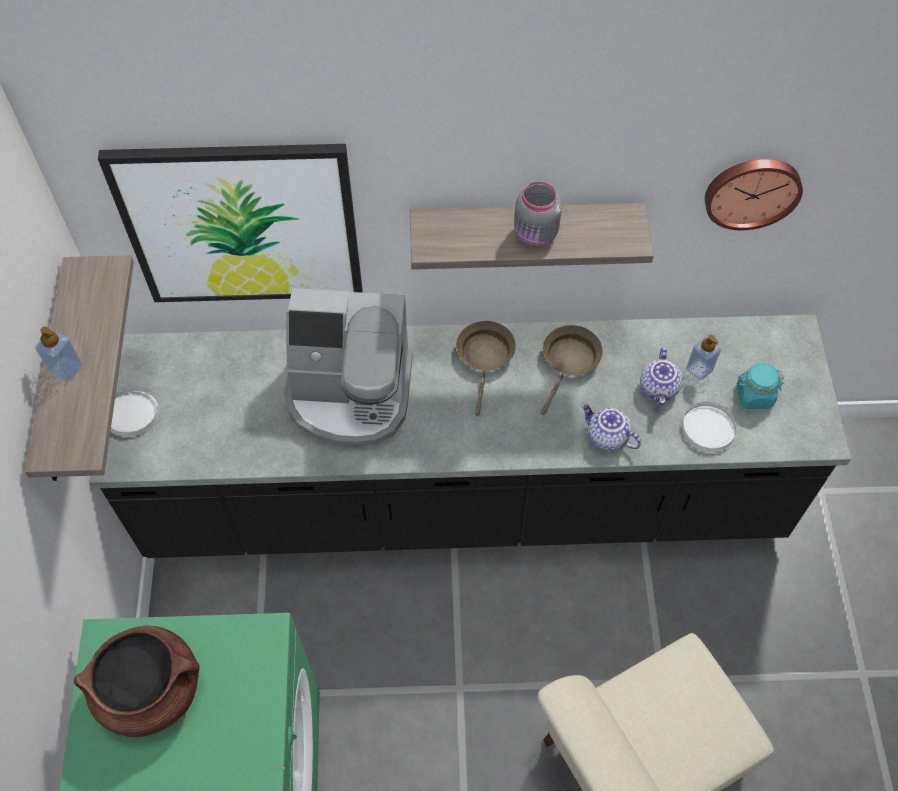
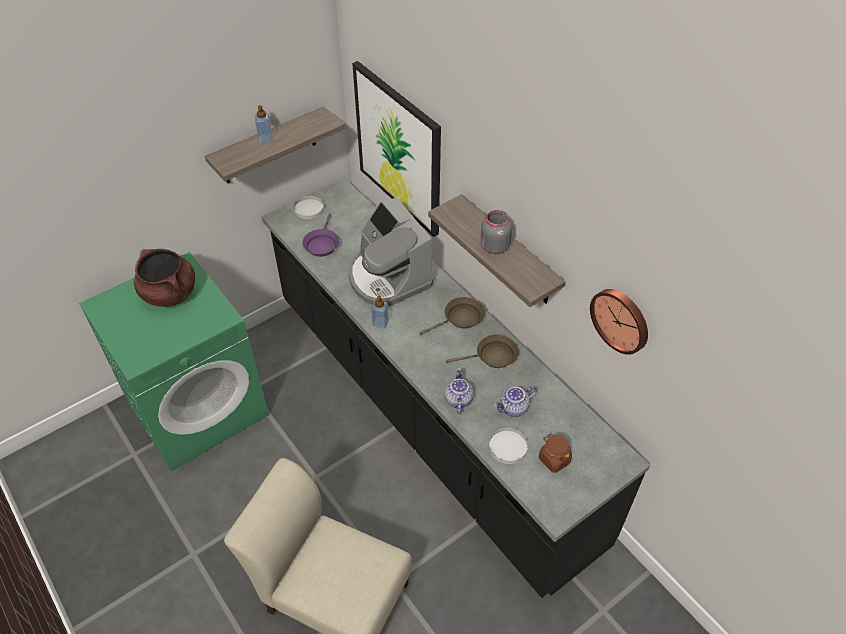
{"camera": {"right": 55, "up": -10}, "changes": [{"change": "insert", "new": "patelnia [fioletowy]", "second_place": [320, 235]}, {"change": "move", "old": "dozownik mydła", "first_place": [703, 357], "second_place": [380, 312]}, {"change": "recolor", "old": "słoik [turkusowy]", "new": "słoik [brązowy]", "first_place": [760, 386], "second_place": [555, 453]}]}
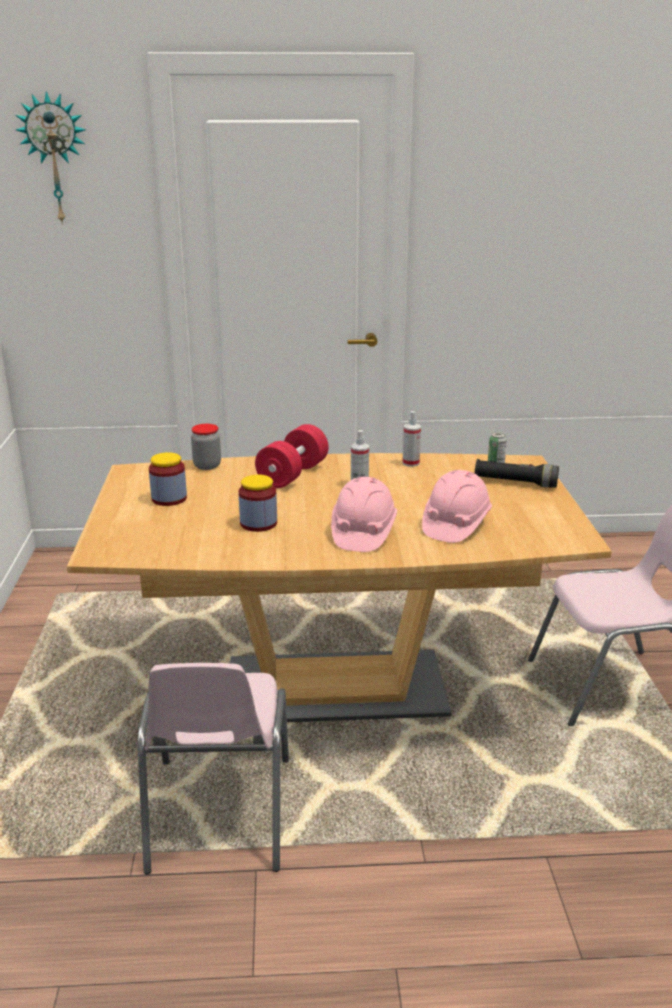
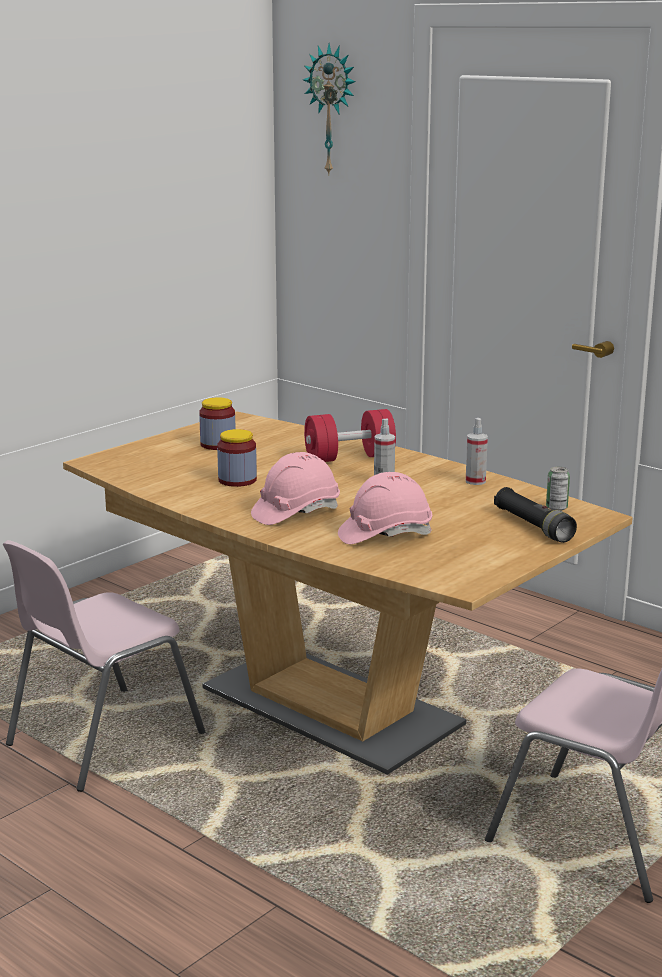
{"camera": {"right": 45, "up": -5}, "changes": [{"change": "delete", "old": "słoik", "first_place": [206, 447]}]}
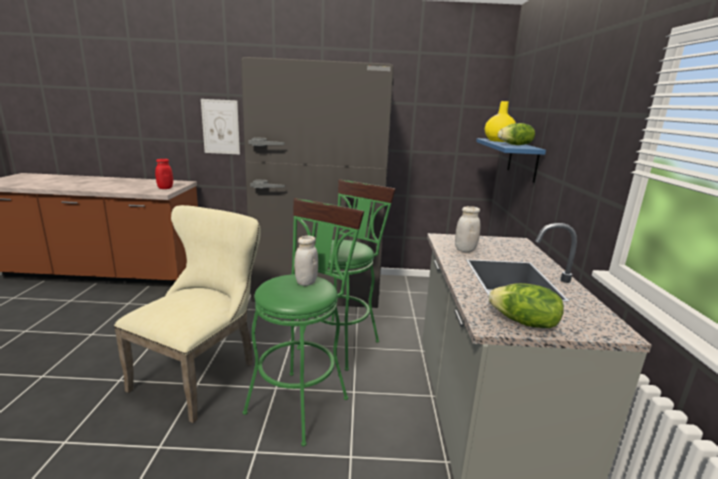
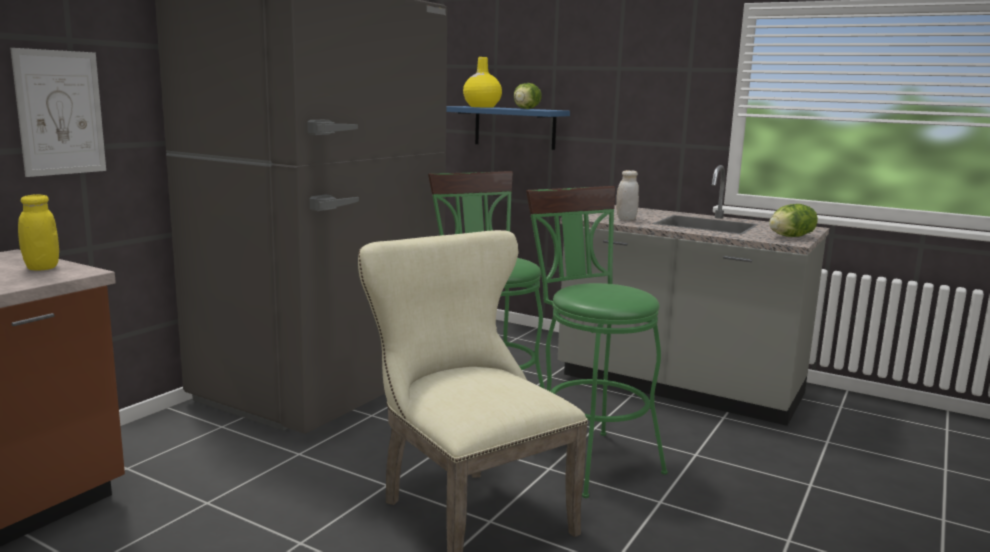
{"camera": {"right": -60, "up": -5}, "changes": [{"change": "delete", "old": "słoik [biały]", "first_place": [306, 261]}, {"change": "recolor", "old": "słoik [czerwony]", "new": "słoik [żółty]", "first_place": [164, 174], "second_place": [38, 233]}]}
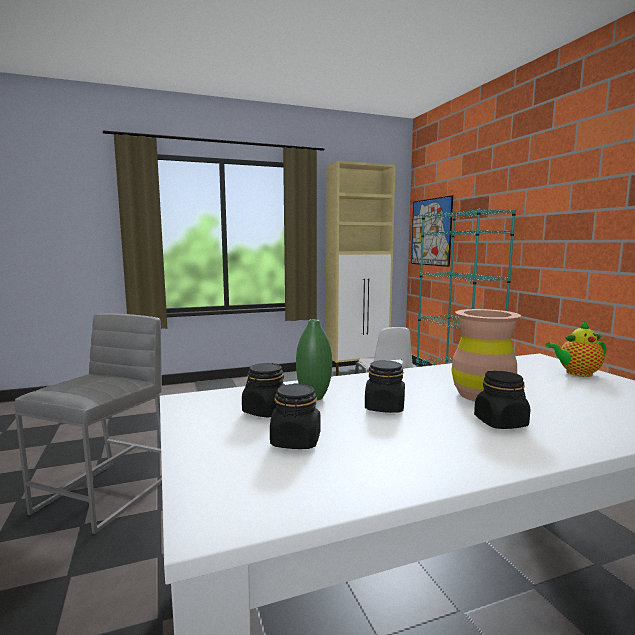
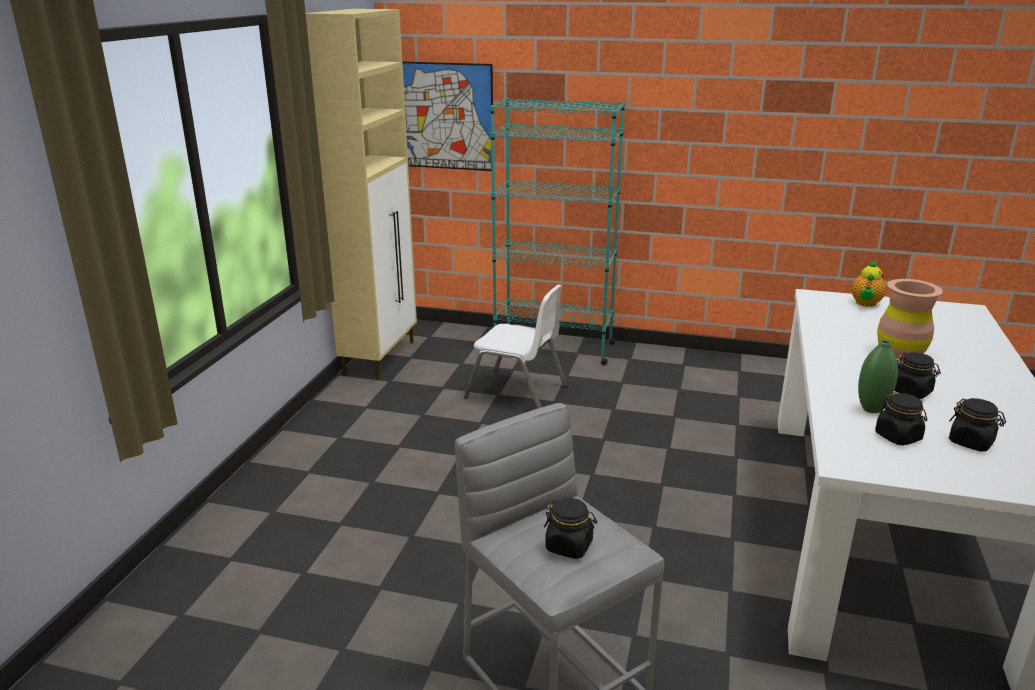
{"camera": {"right": -55, "up": 15}, "changes": [{"change": "move", "old": "słoik [czarny]", "first_place": [502, 400], "second_place": [570, 528]}]}
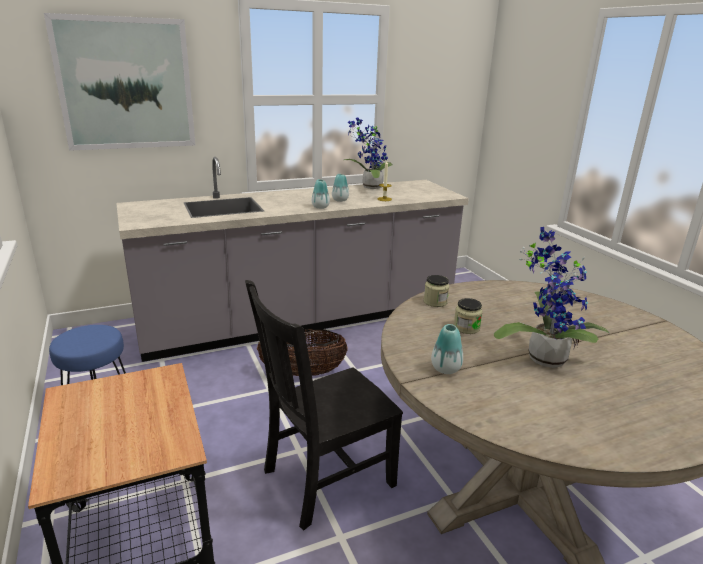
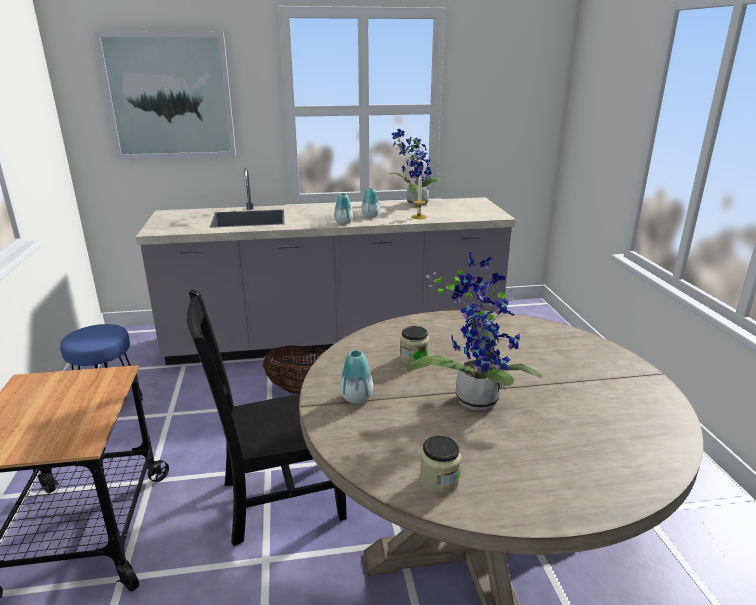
{"camera": {"right": 15, "up": 0}, "changes": [{"change": "move", "old": "słoik", "first_place": [436, 291], "second_place": [440, 465]}]}
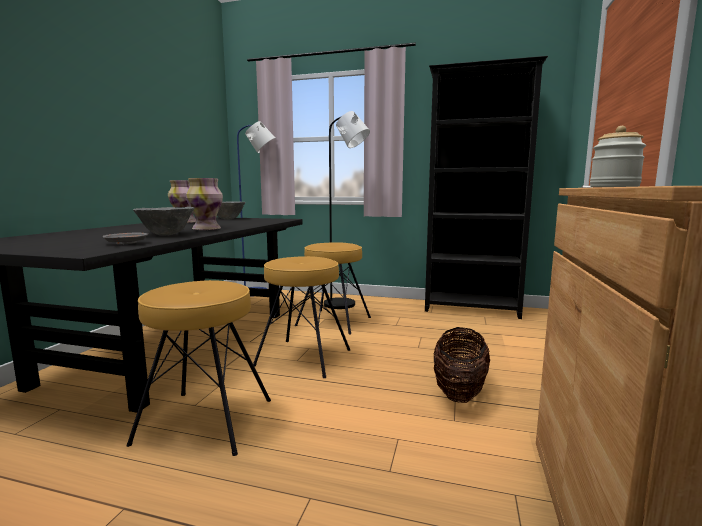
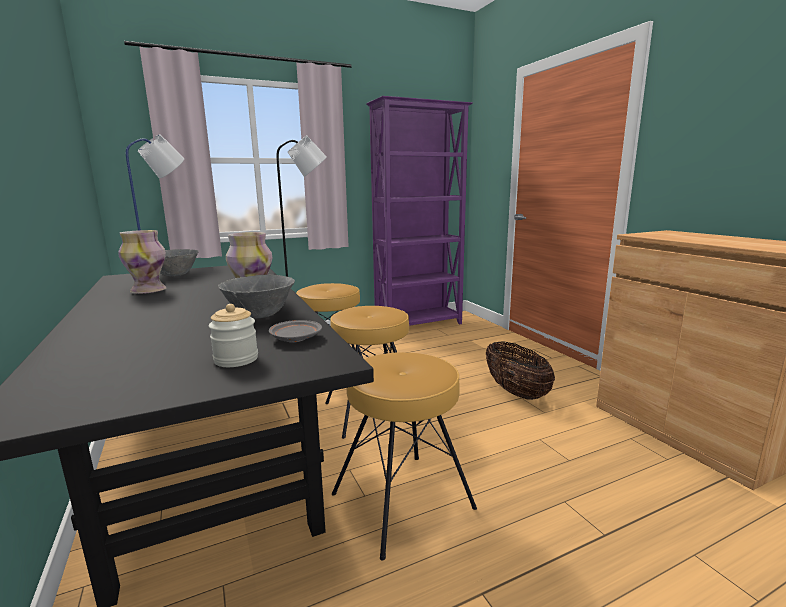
{"camera": {"right": -40, "up": 5}, "changes": [{"change": "move", "old": "słoik", "first_place": [618, 156], "second_place": [233, 335]}, {"change": "recolor", "old": "regał [czarny]", "new": "regał [fioletowy]", "first_place": [486, 187], "second_place": [419, 211]}]}
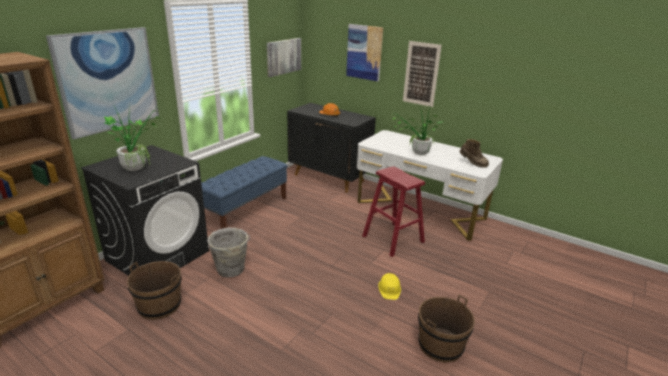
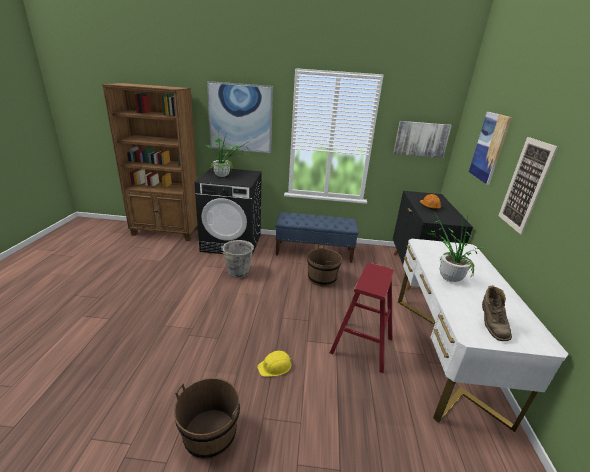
{"camera": {"right": 60, "up": 0}, "changes": [{"change": "move", "old": "wiadro [brązowy]", "first_place": [154, 290], "second_place": [324, 265]}]}
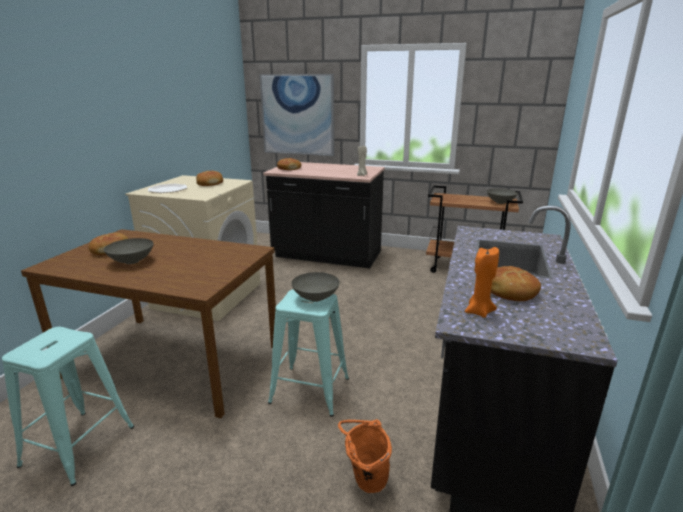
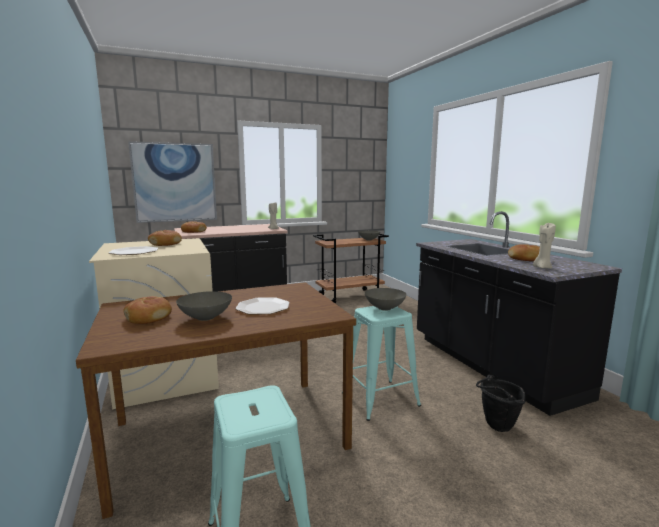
{"camera": {"right": -40, "up": -10}, "changes": [{"change": "insert", "new": "talerz", "second_place": [262, 305]}, {"change": "recolor", "old": "wiadro [pomarańczowy]", "new": "wiadro [czarny]", "first_place": [365, 456], "second_place": [500, 403]}, {"change": "recolor", "old": "świeca [pomarańczowy]", "new": "świeca [beżowy]", "first_place": [482, 282], "second_place": [544, 246]}]}
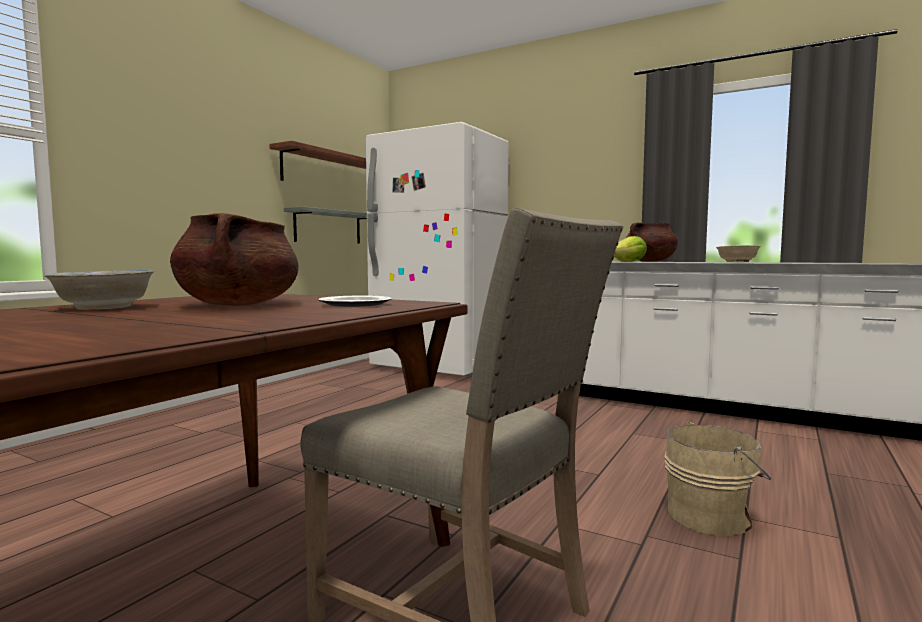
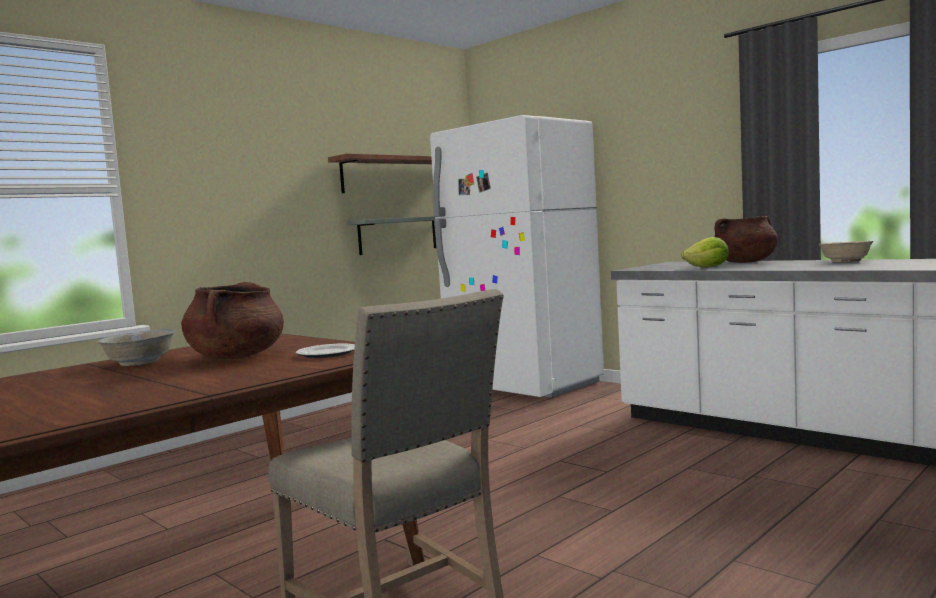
{"camera": {"right": 15, "up": 0}, "changes": [{"change": "delete", "old": "wiadro [beżowy]", "first_place": [717, 477]}]}
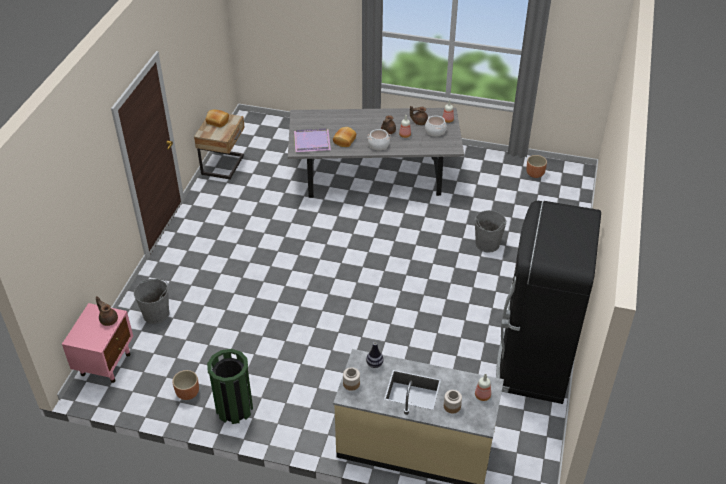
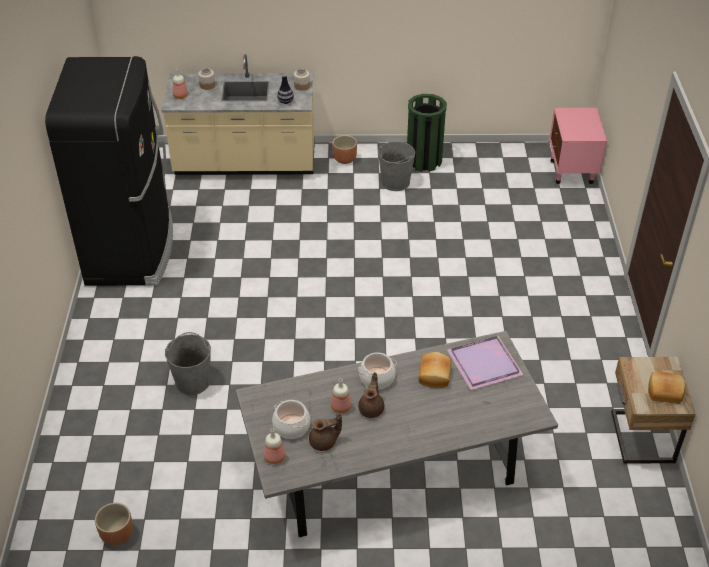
{"camera": {"right": 165, "up": 0}, "changes": [{"change": "delete", "old": "imbryk [brązowy]", "first_place": [107, 311]}, {"change": "move", "old": "wiadro [szary]", "first_place": [151, 301], "second_place": [396, 166]}, {"change": "move", "old": "donica [brązowy]", "first_place": [186, 385], "second_place": [345, 149]}]}
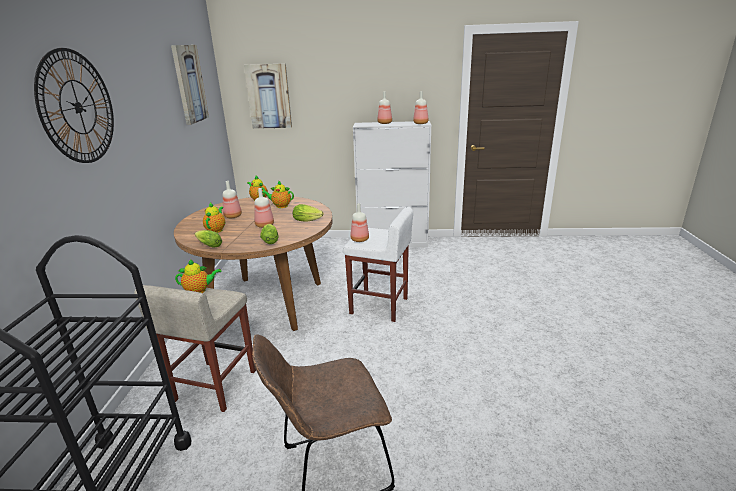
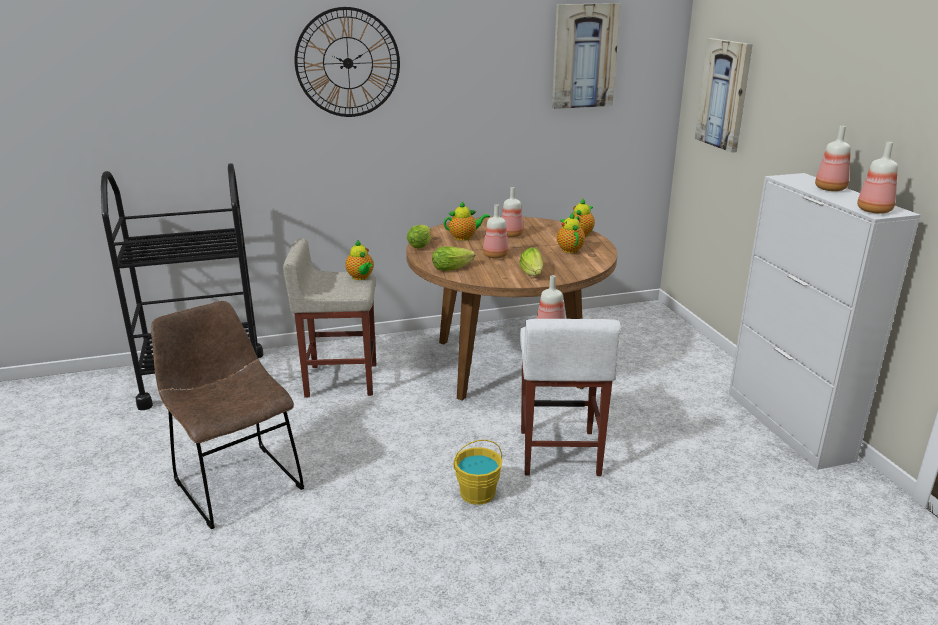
{"camera": {"right": 70, "up": 0}, "changes": [{"change": "insert", "new": "wiadro [żółty]", "second_place": [478, 472]}]}
